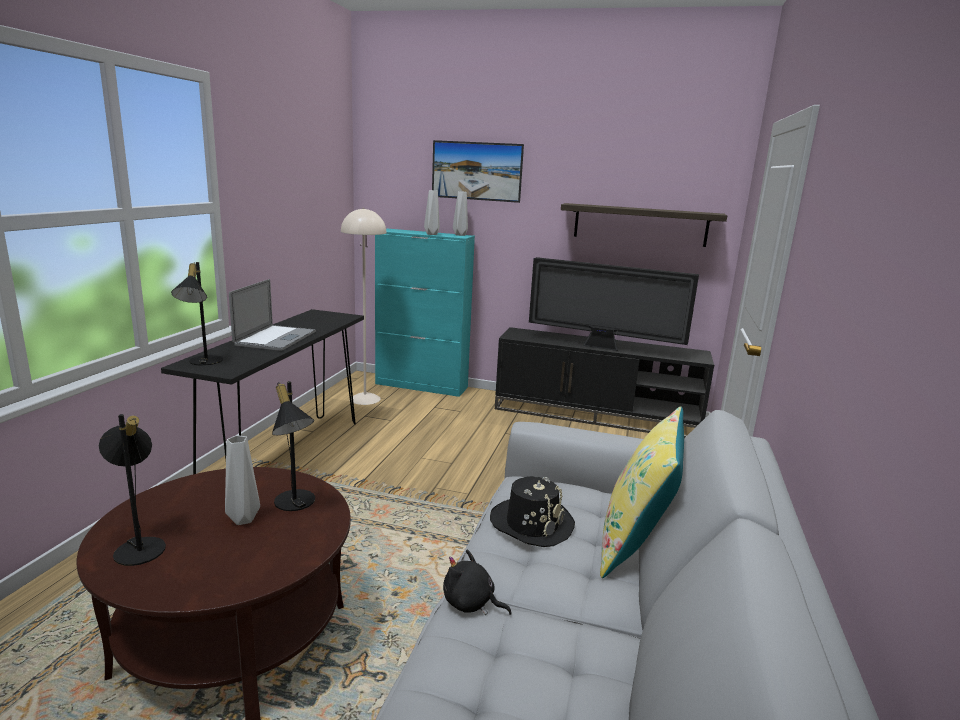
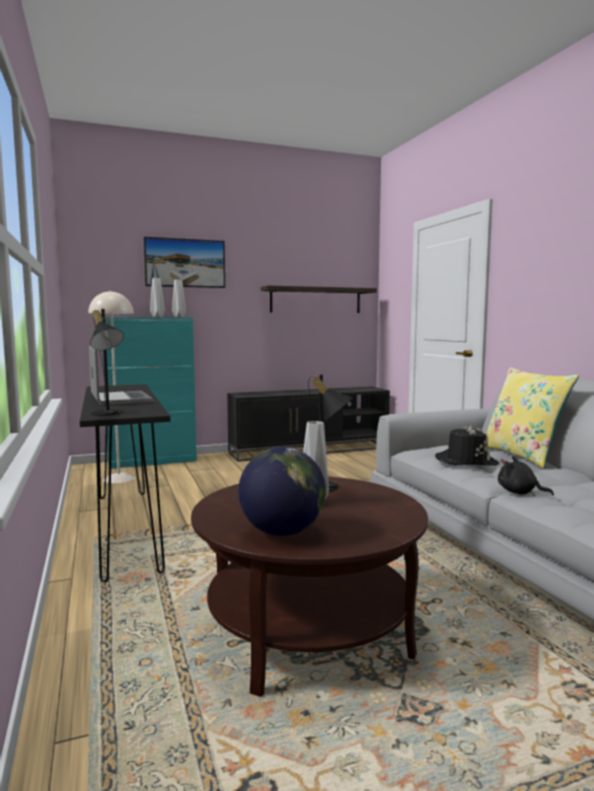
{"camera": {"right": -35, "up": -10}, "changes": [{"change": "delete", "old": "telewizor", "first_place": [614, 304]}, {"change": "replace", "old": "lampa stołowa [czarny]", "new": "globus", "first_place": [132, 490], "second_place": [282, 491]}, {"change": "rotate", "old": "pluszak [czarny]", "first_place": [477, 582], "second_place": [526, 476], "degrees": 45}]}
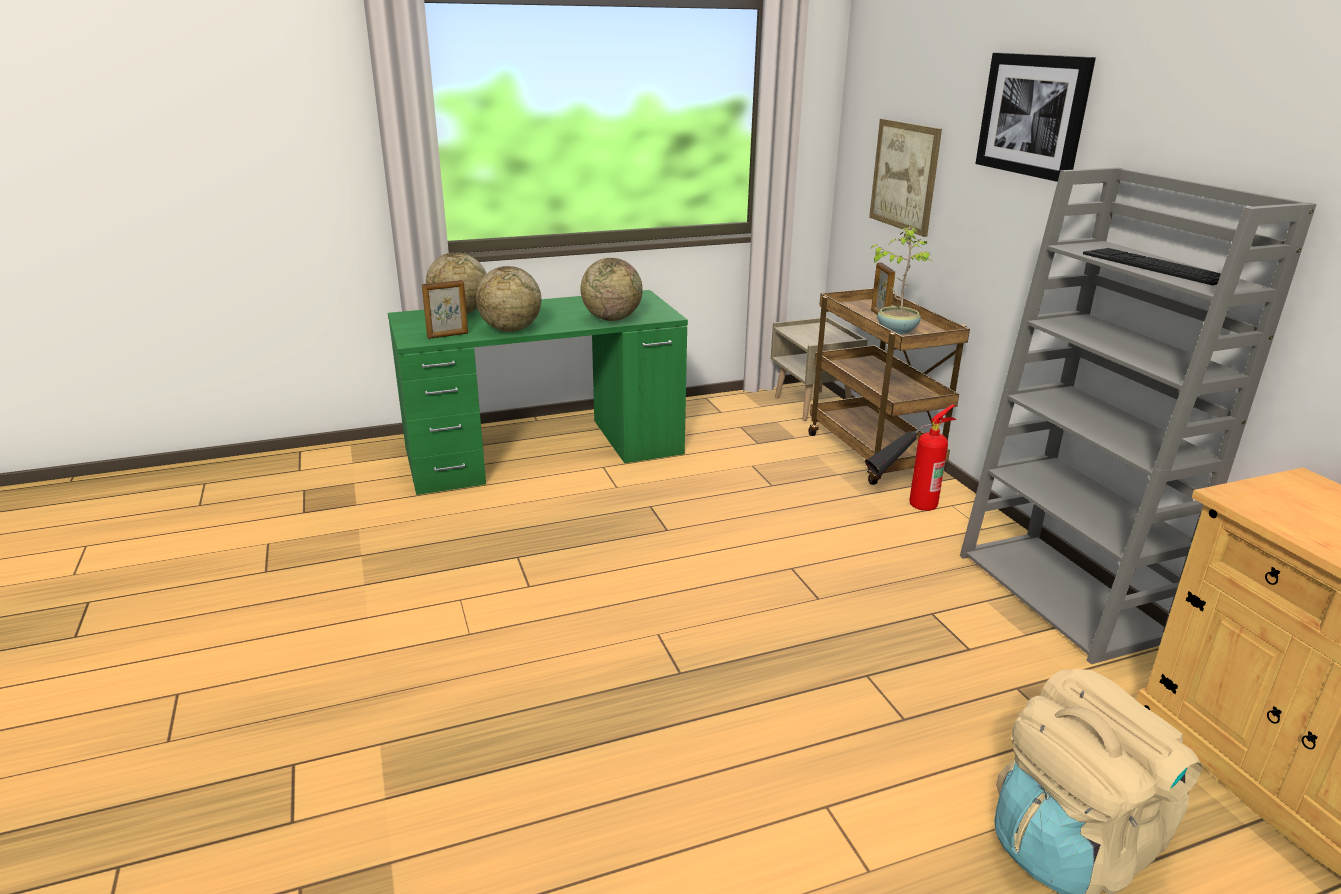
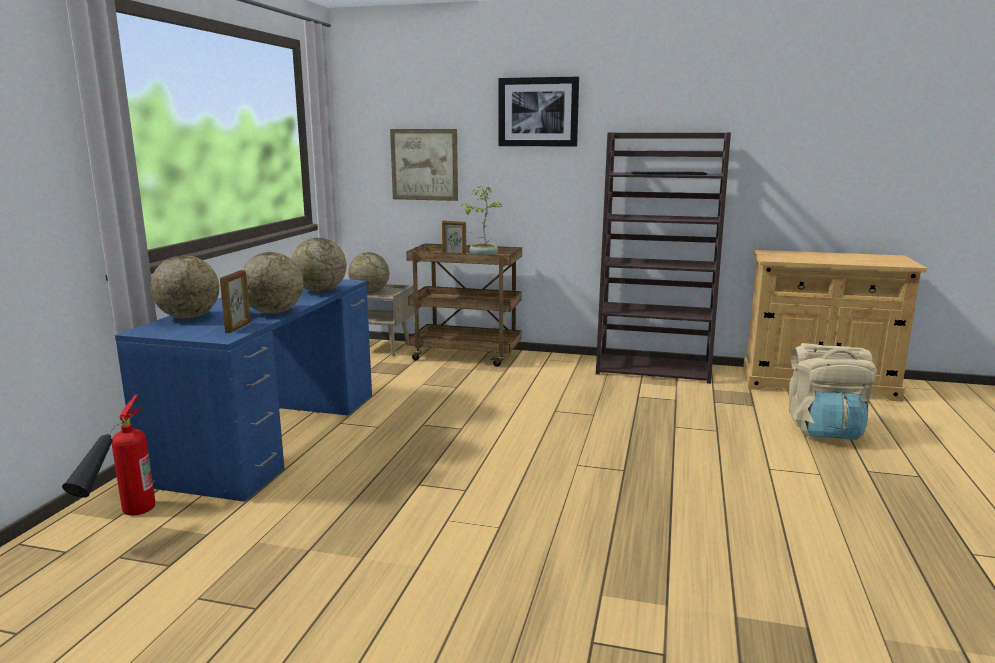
{"camera": {"right": -55, "up": -10}, "changes": [{"change": "insert", "new": "globus", "second_place": [368, 272]}, {"change": "move", "old": "gaśnica", "first_place": [910, 457], "second_place": [108, 455]}, {"change": "recolor", "old": "biurko [zielony]", "new": "biurko [niebieski]", "first_place": [538, 392], "second_place": [243, 390]}, {"change": "recolor", "old": "regał [szary]", "new": "regał [brązowy]", "first_place": [1138, 415], "second_place": [663, 258]}]}
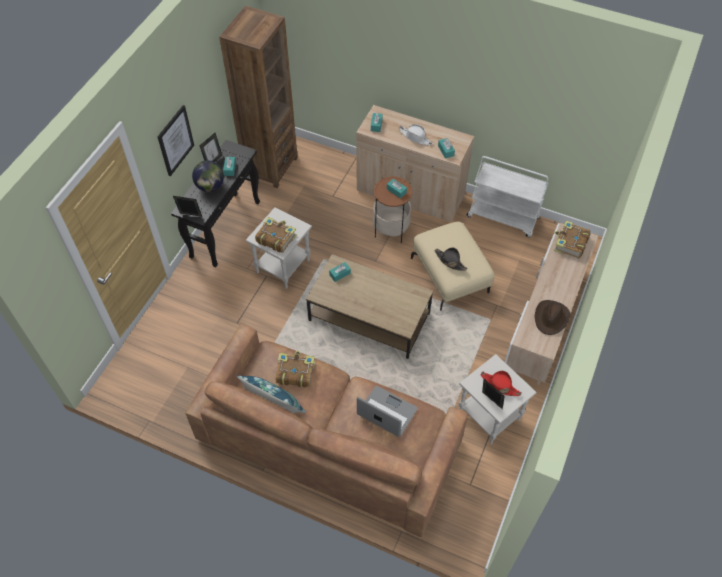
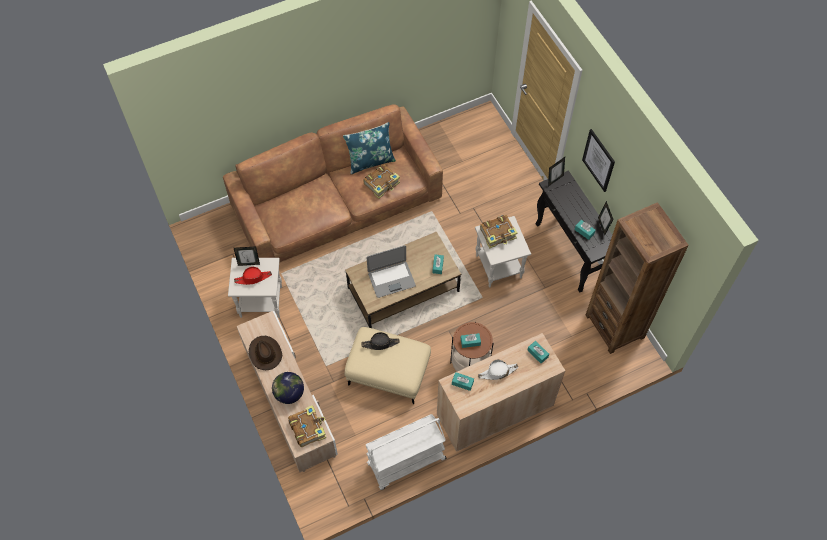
{"camera": {"right": 130, "up": 5}, "changes": [{"change": "move", "old": "globus", "first_place": [208, 176], "second_place": [288, 388]}, {"change": "move", "old": "laptop", "first_place": [387, 411], "second_place": [391, 271]}]}
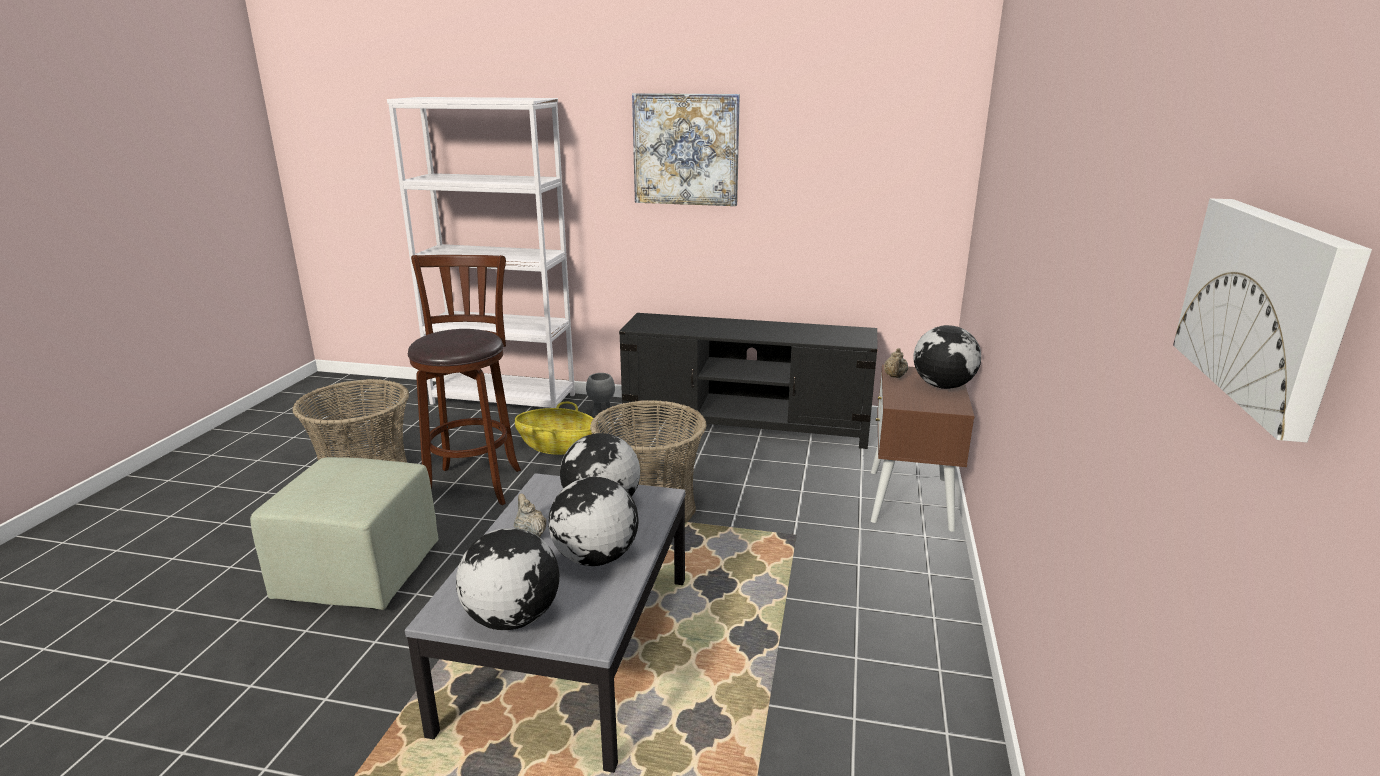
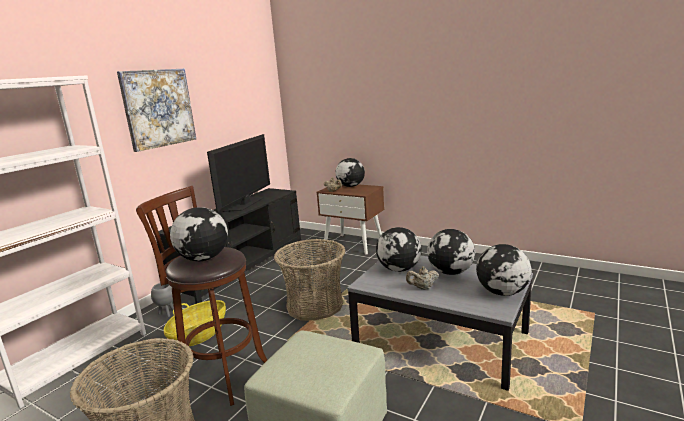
{"camera": {"right": -70, "up": -5}, "changes": [{"change": "delete", "old": "obraz", "first_place": [1272, 320]}, {"change": "insert", "new": "globus", "second_place": [199, 234]}, {"change": "insert", "new": "telewizor", "second_place": [238, 173]}]}
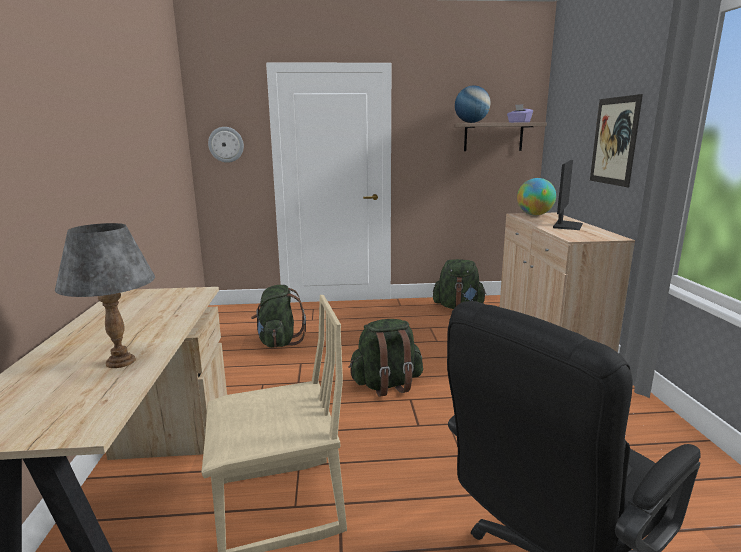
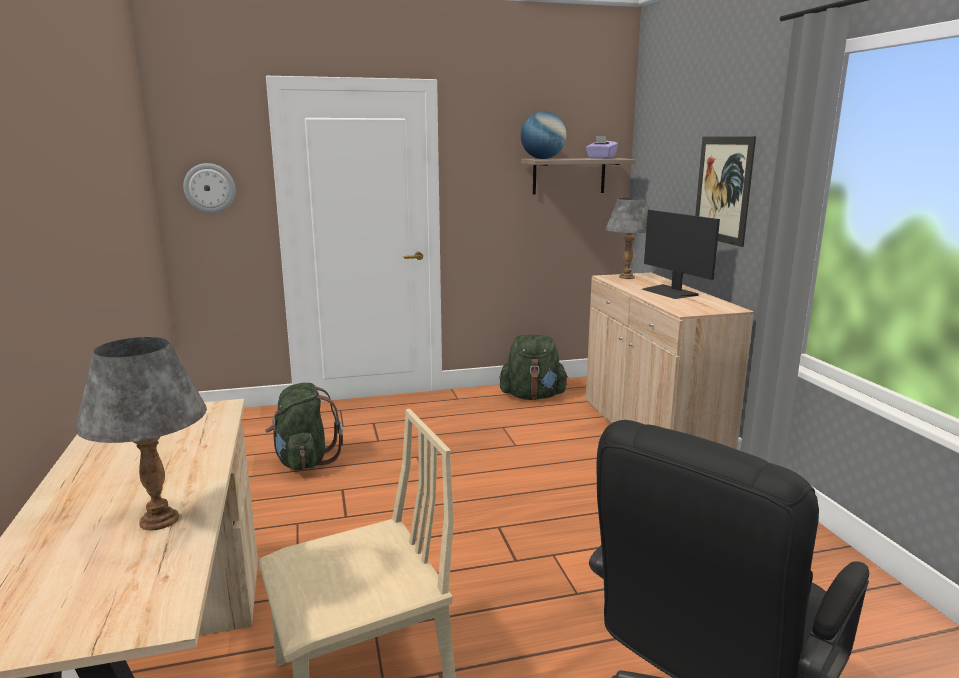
{"camera": {"right": -10, "up": 0}, "changes": [{"change": "delete", "old": "plecak [zielony]", "first_place": [385, 358]}, {"change": "replace", "old": "globus", "new": "lampa stołowa [szary]", "first_place": [536, 196], "second_place": [627, 238]}, {"change": "rotate", "old": "monitor", "first_place": [568, 195], "second_place": [681, 254], "degrees": 135}]}
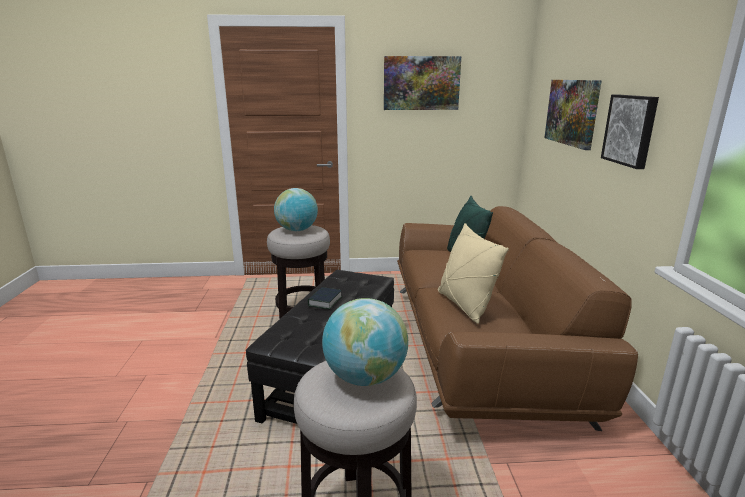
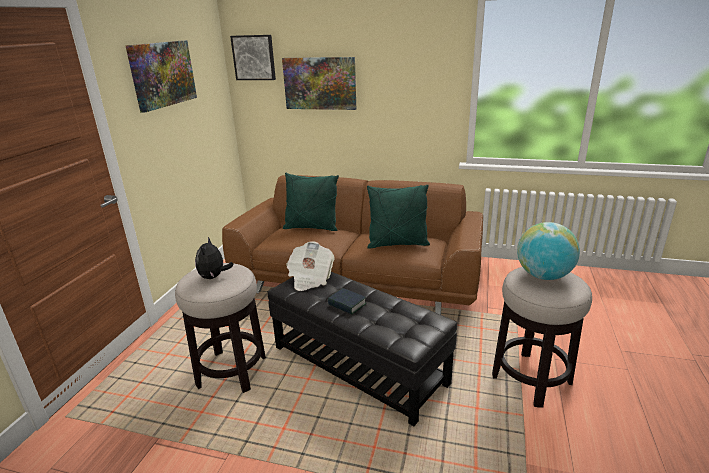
{"camera": {"right": -70, "up": 5}, "changes": [{"change": "insert", "new": "gazeta", "second_place": [310, 266]}, {"change": "move", "old": "obraz", "first_place": [630, 131], "second_place": [253, 57]}, {"change": "replace", "old": "globus", "new": "pluszak", "first_place": [296, 209], "second_place": [214, 258]}, {"change": "recolor", "old": "poduszka [beżowy]", "new": "poduszka [zielony]", "first_place": [473, 273], "second_place": [398, 217]}]}
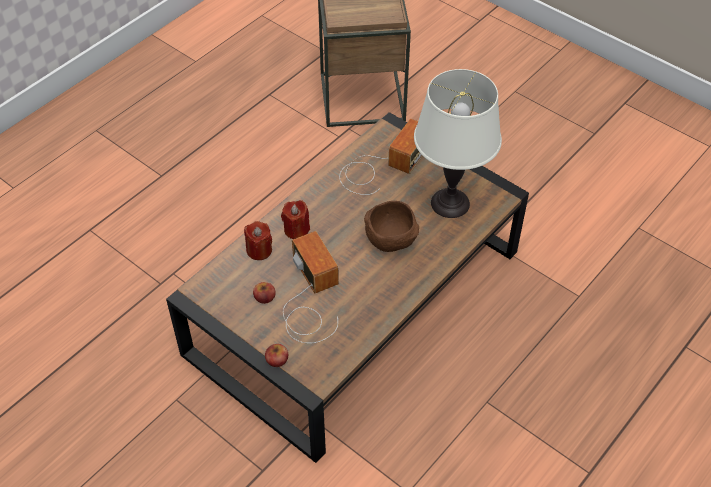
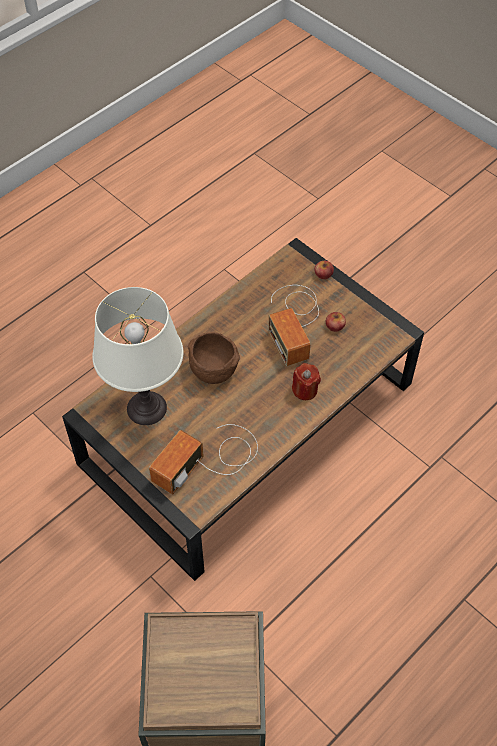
{"camera": {"right": -175, "up": 5}, "changes": [{"change": "delete", "old": "świeca [czerwony]", "first_place": [258, 240]}]}
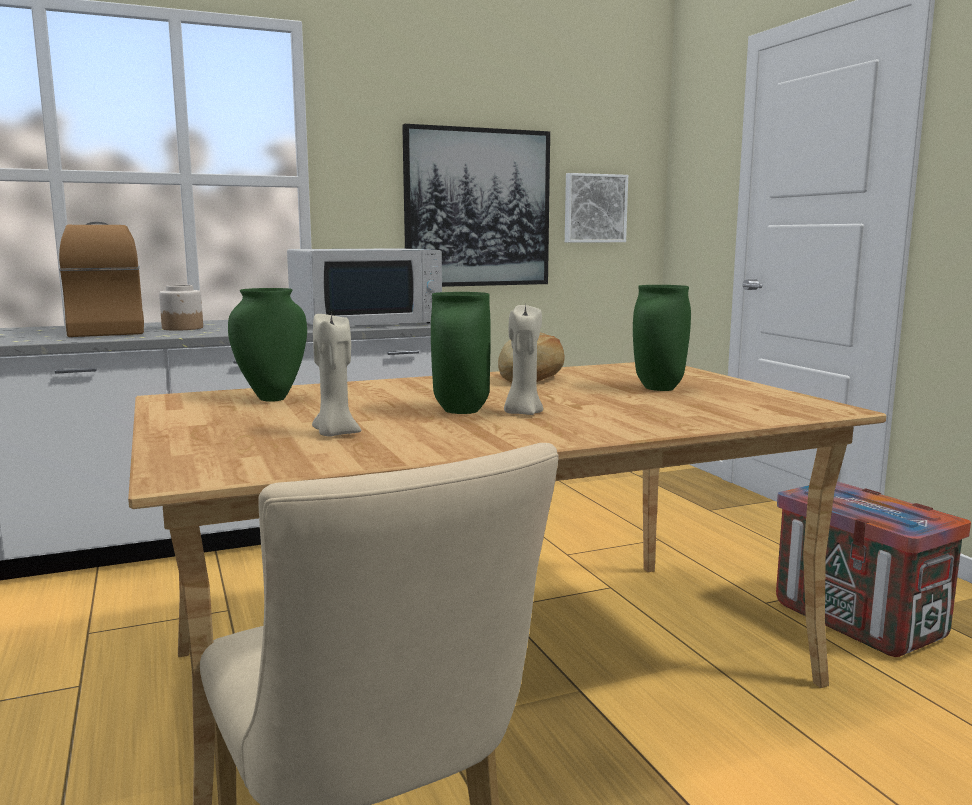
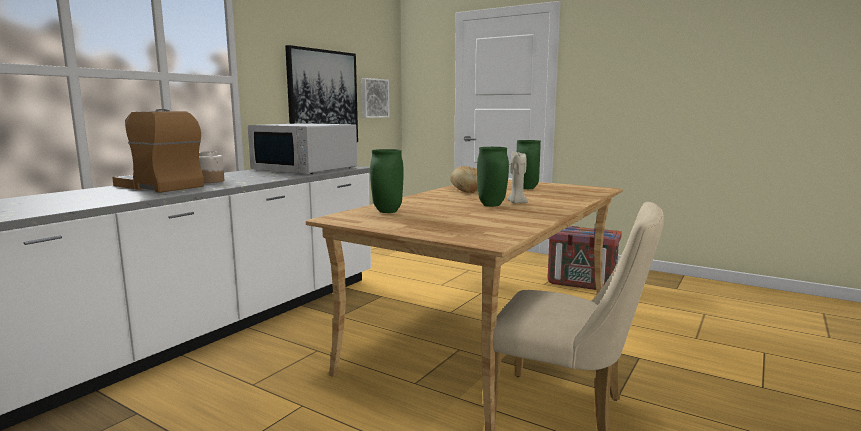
{"camera": {"right": -35, "up": 0}, "changes": [{"change": "delete", "old": "świeca [beżowy]", "first_place": [336, 374]}, {"change": "rotate", "old": "mikrofalówka [biały]", "first_place": [364, 287], "second_place": [302, 148], "degrees": 90}]}
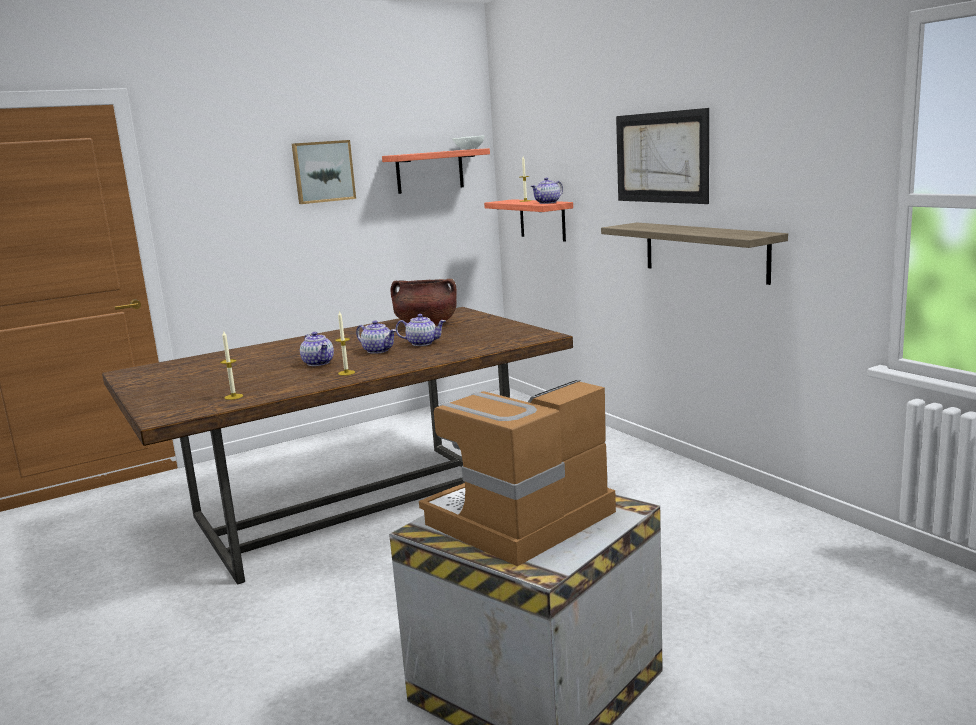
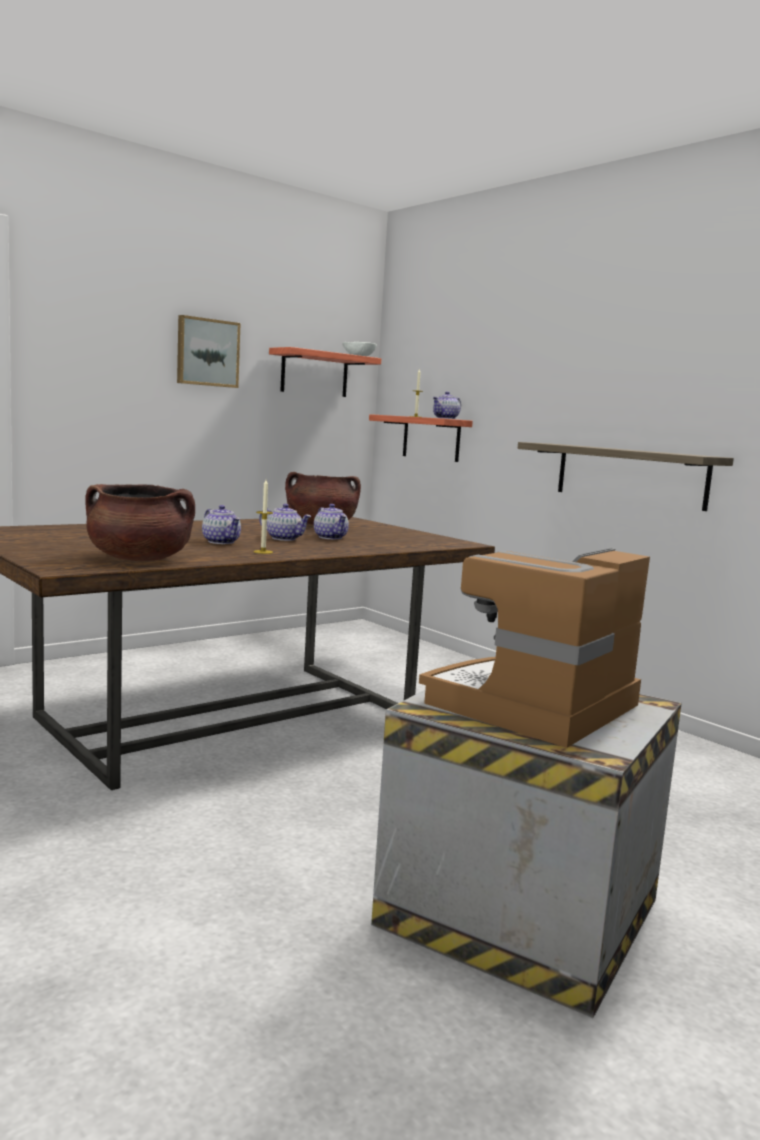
{"camera": {"right": -10, "up": -5}, "changes": [{"change": "delete", "old": "obraz", "first_place": [662, 156]}, {"change": "replace", "old": "świeca", "new": "garnek [brązowy]", "first_place": [231, 365], "second_place": [140, 522]}, {"change": "rotate", "old": "imbryk", "first_place": [420, 330], "second_place": [331, 521], "degrees": 60}]}
